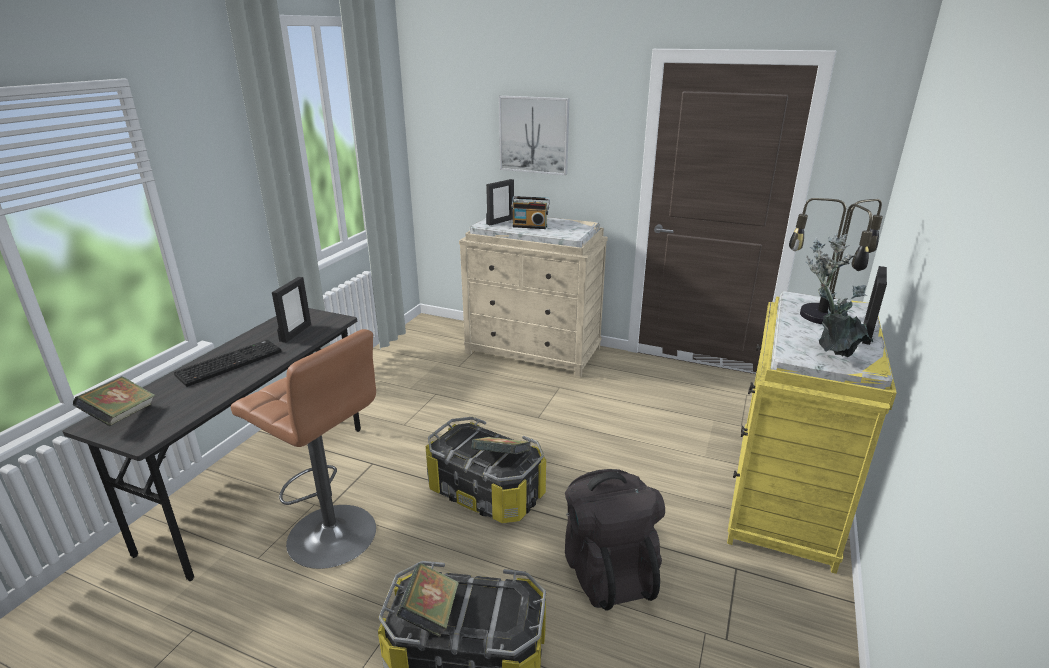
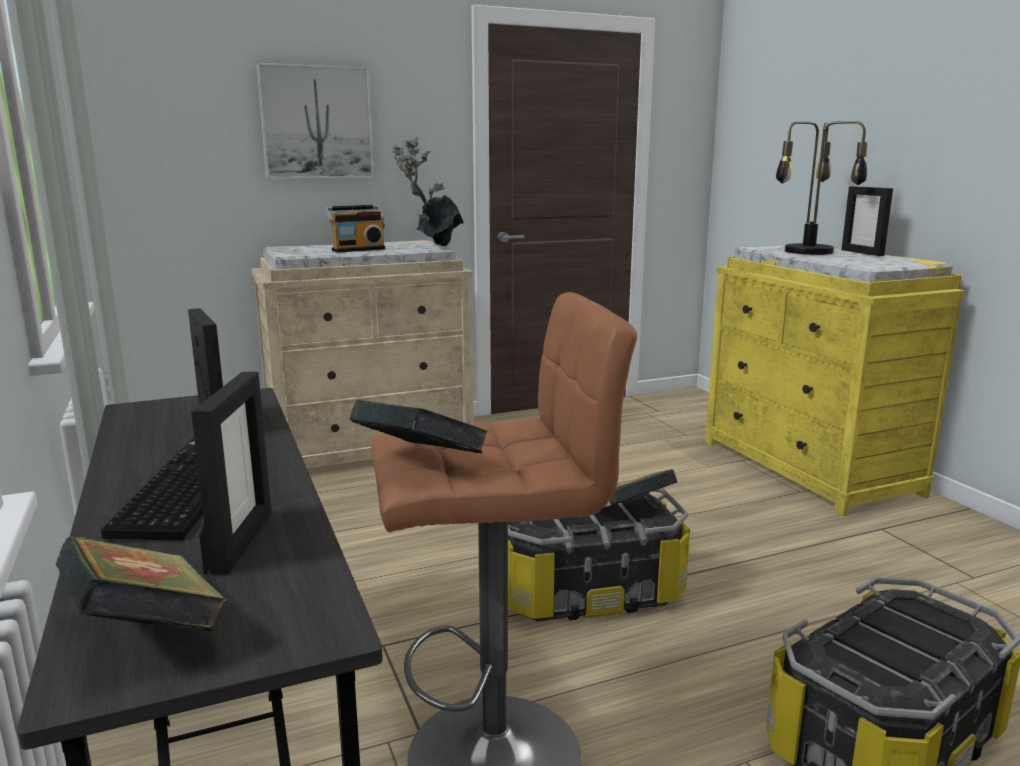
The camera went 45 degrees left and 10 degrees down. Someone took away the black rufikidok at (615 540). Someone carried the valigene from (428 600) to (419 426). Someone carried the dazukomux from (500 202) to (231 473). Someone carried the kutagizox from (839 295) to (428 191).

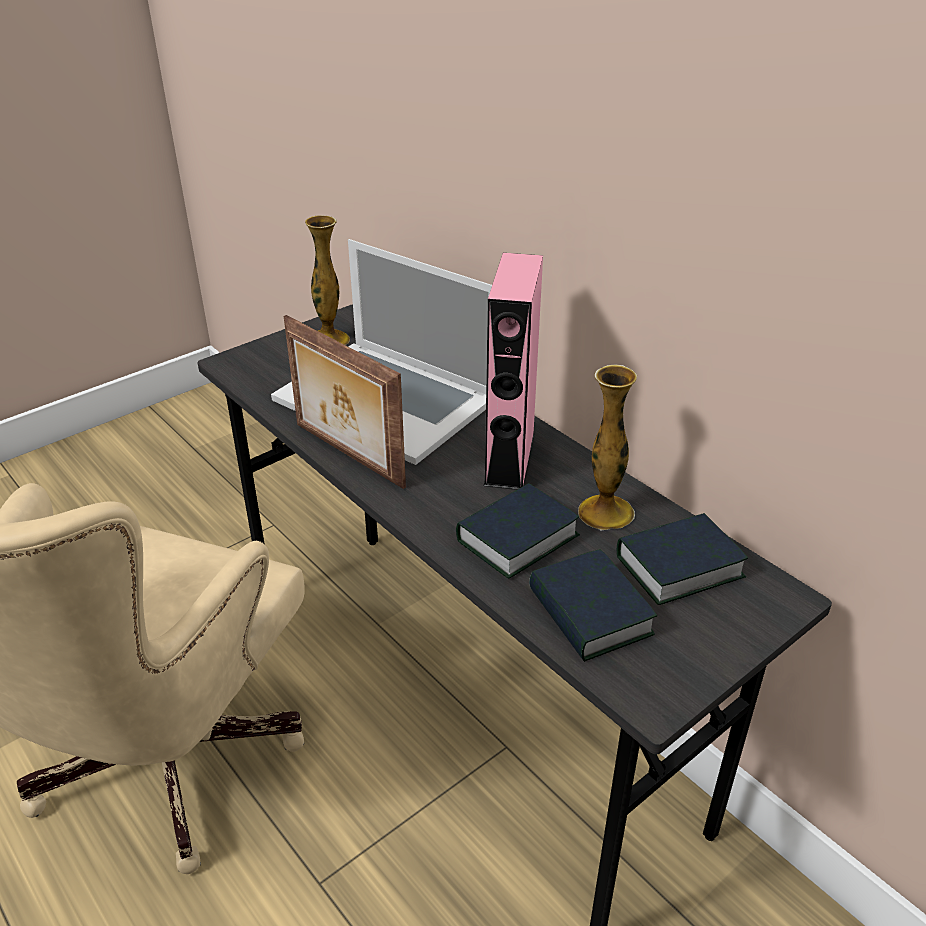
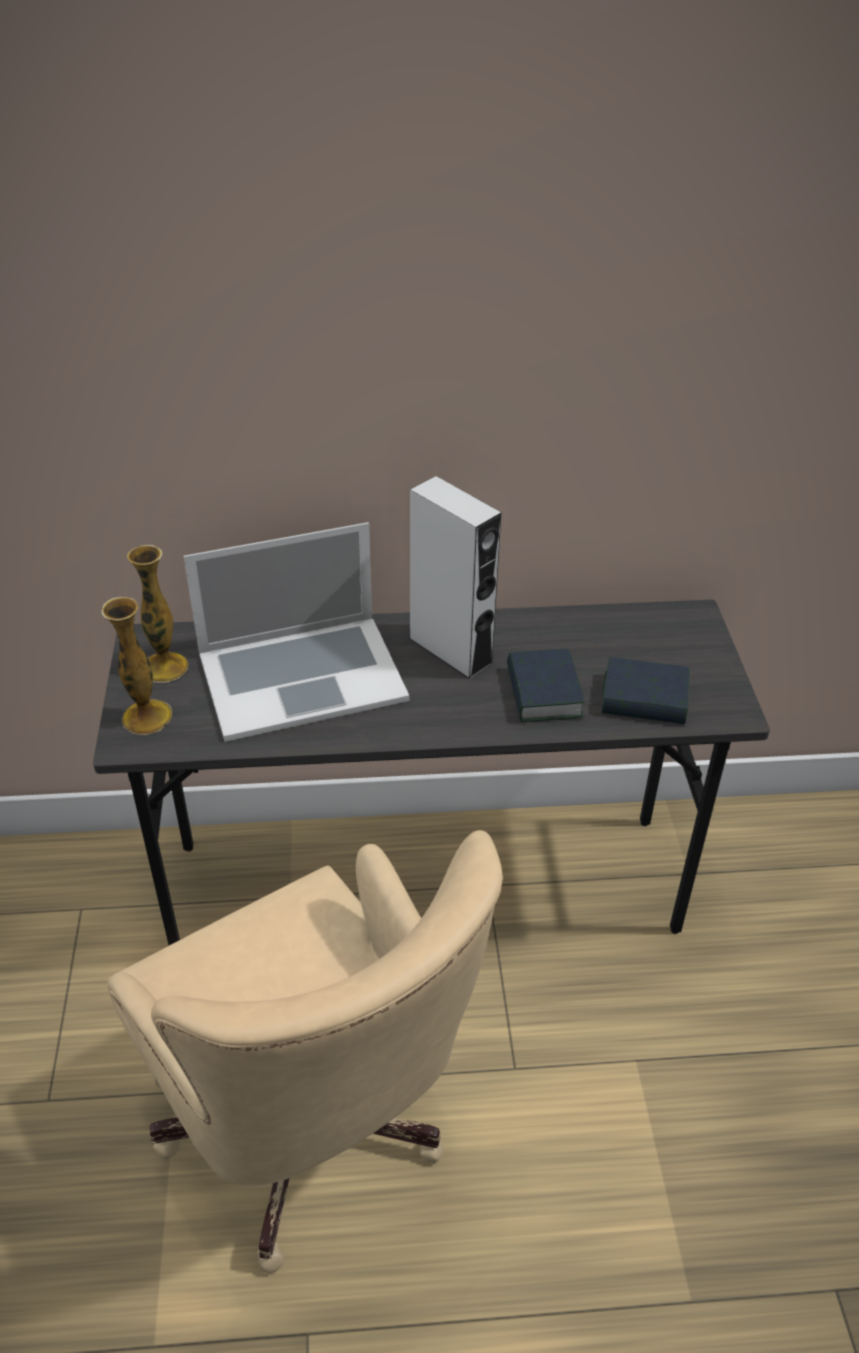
The camera went 55 degrees left and 5 degrees up. Someone took away the dazukomux at (345 402). Someone took away the valigene at (682 559). Someone carried the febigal from (607 447) to (136 666). Someone repainted the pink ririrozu at (513 371), which became the grey ririrozu at (454 578).

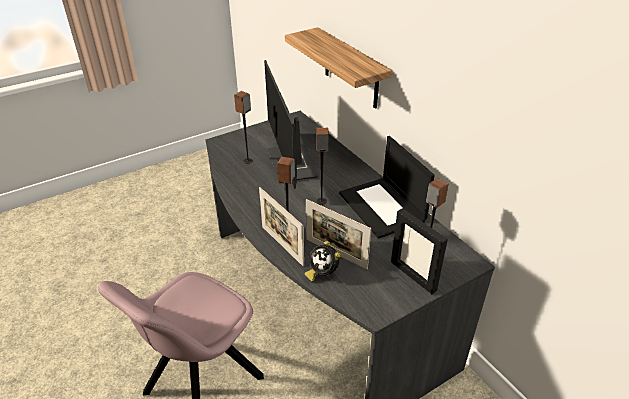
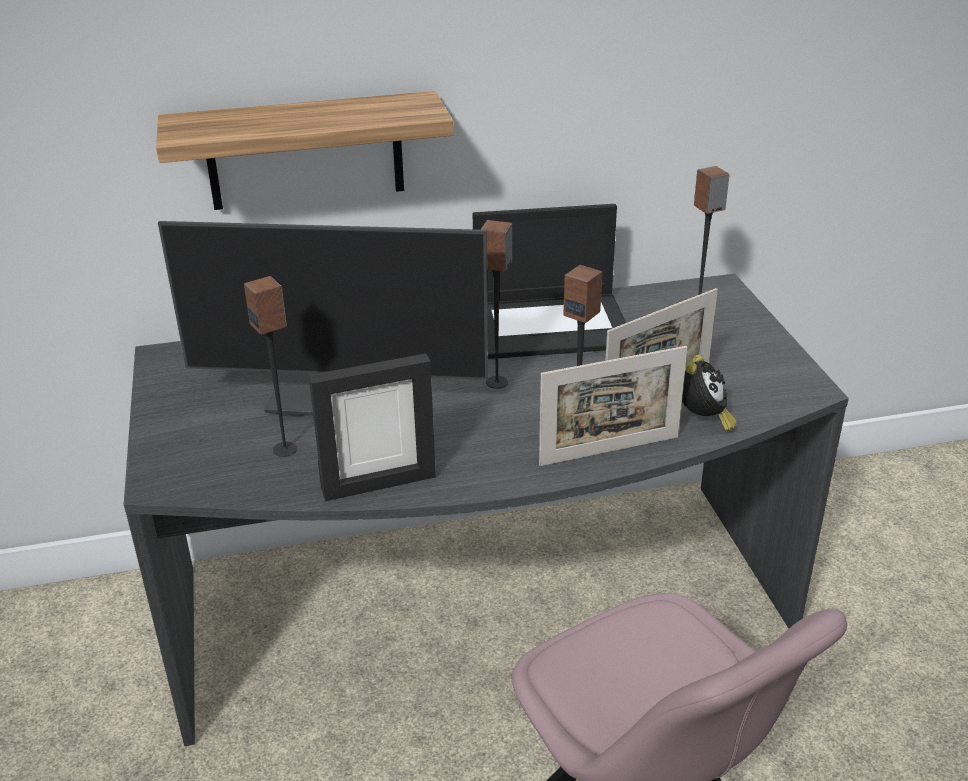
The camera went 70 degrees left and 5 degrees down. Someone carried the dazukomux from (419 251) to (372 427). Someone rotated the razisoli at (323 261) by 45 degrees counterclockwise.

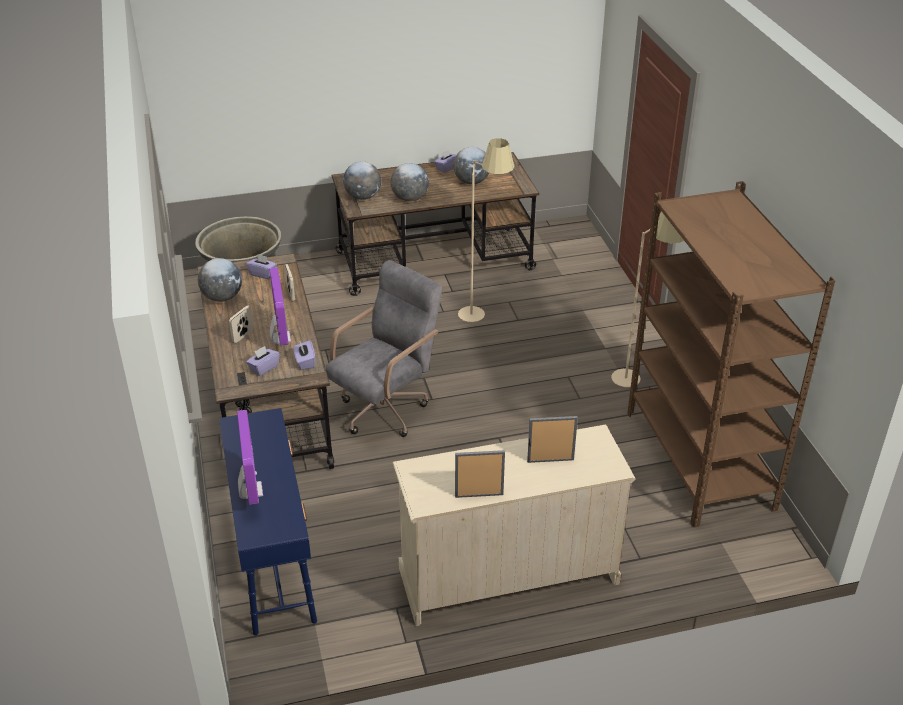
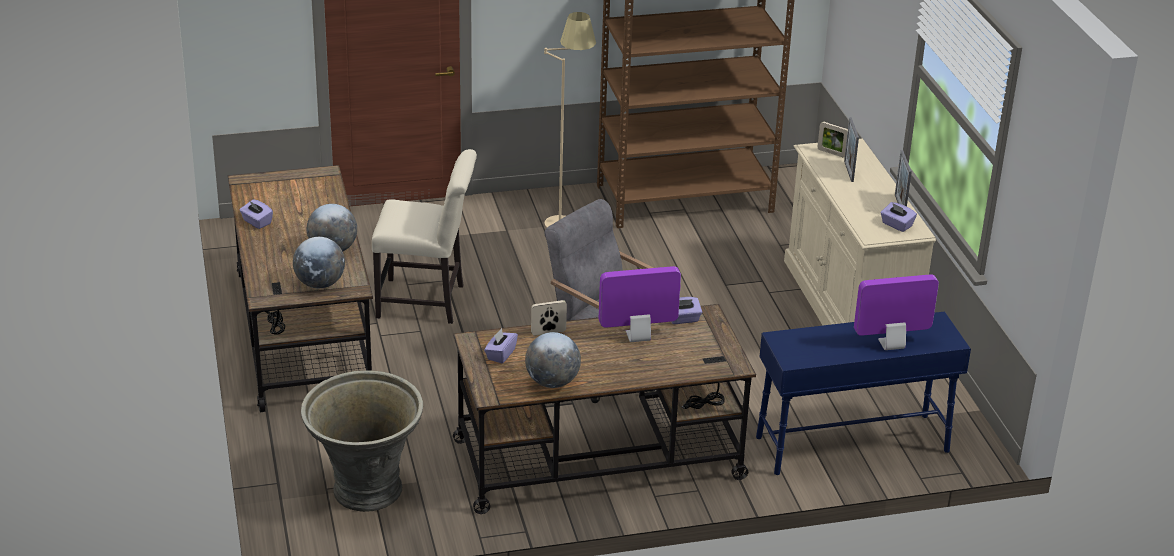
The camera went 90 degrees left and 5 degrees down. Someone took away the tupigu at (471 166). Someone carried the dazukomux from (241 324) to (833 139). Someone carried the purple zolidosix from (263 361) to (899 217). Someone swapped the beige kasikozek at (486 230) for the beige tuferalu at (424 236).

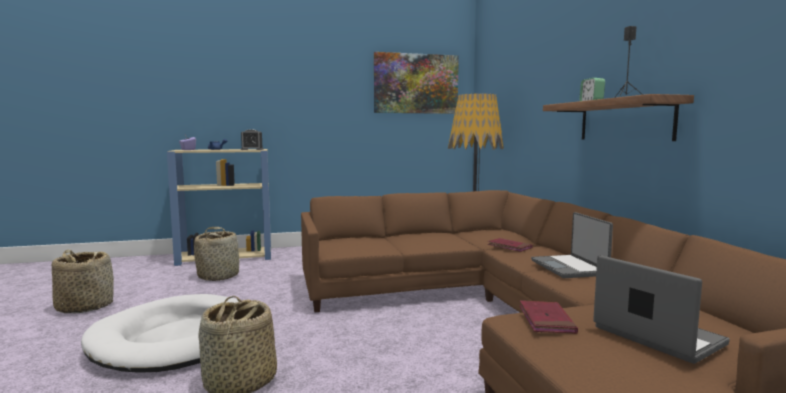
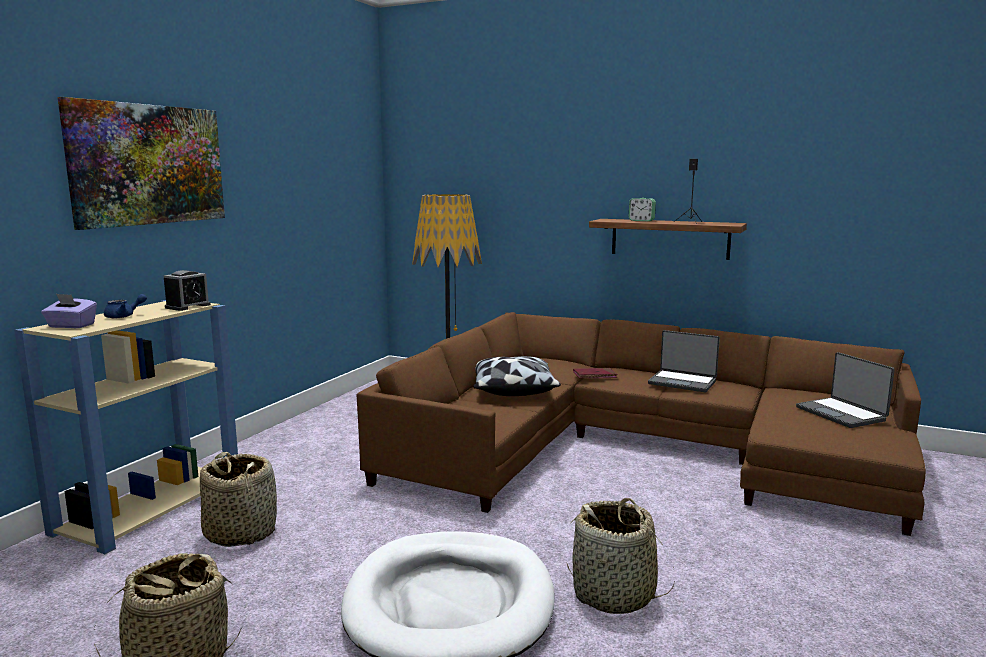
The camera went 50 degrees left and 5 degrees up. Someone took away the red valigene at (548 317). Someone put down the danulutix at (517 376). Someone carried the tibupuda from (416 83) to (141 163). Someone rotated the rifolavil at (661 309) by 120 degrees counterclockwise.

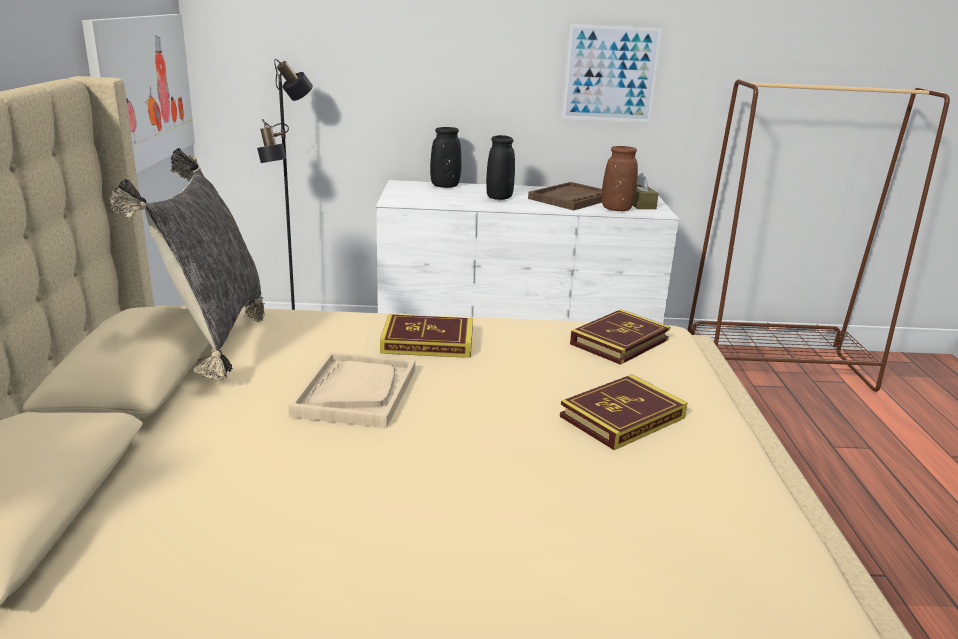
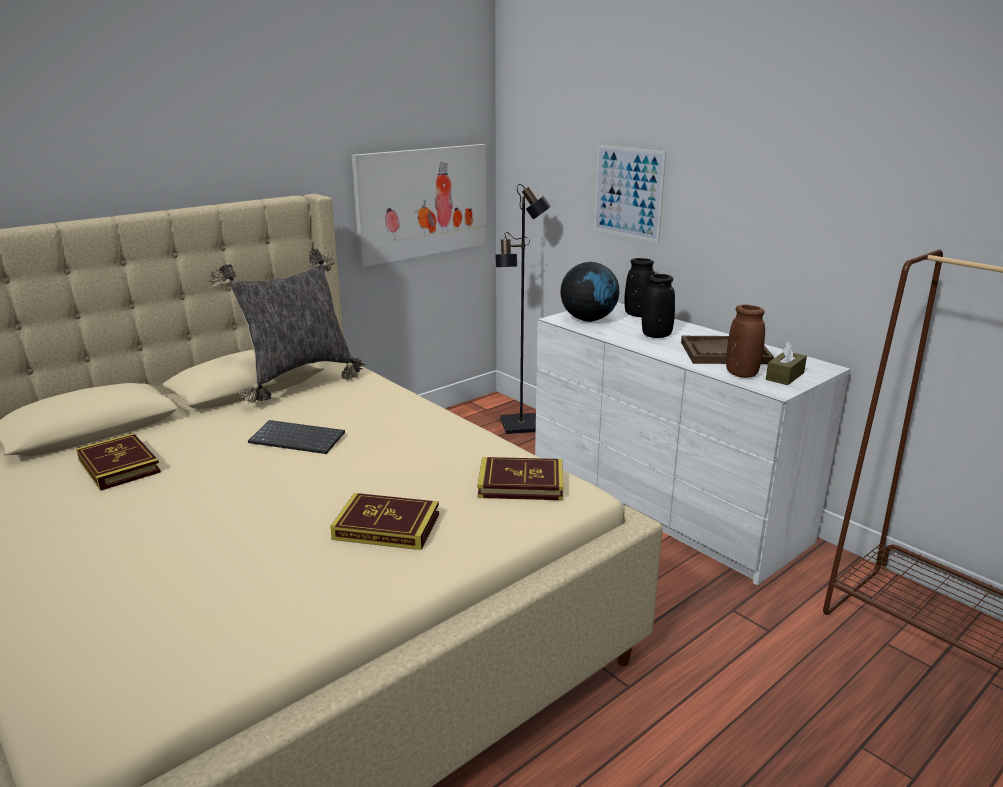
The camera went 50 degrees right and 0 degrees up. Someone put down the tupigu at (589 292). Someone carried the valigene from (426 336) to (118 462). Someone carried the tibupuda from (612 73) to (630 194). Someone swapped the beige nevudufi at (351 390) for the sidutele at (296 437).

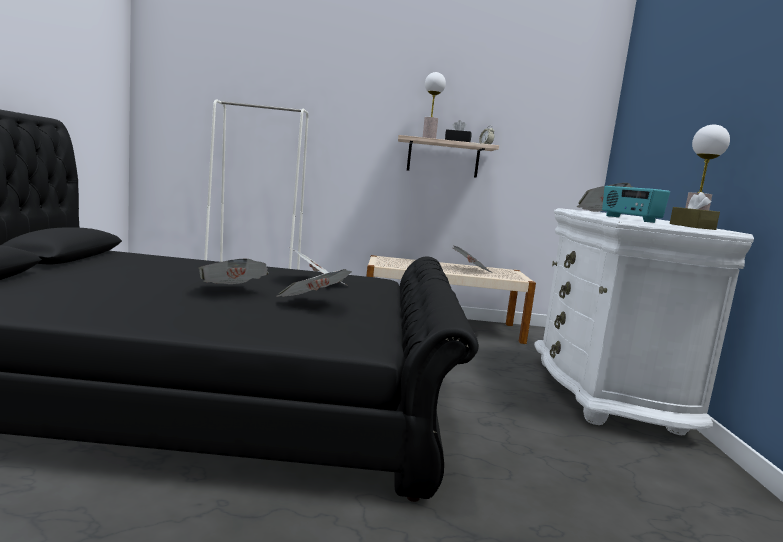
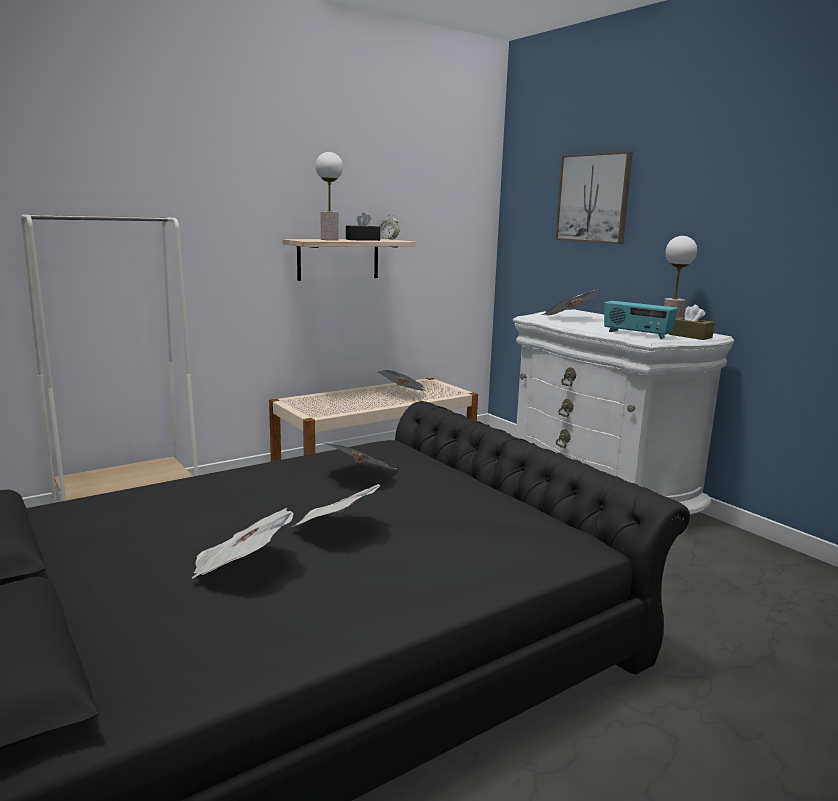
The camera went 35 degrees left and 5 degrees up. Someone put up the tibupuda at (594 197). Someone carried the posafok from (314 283) to (243 543).

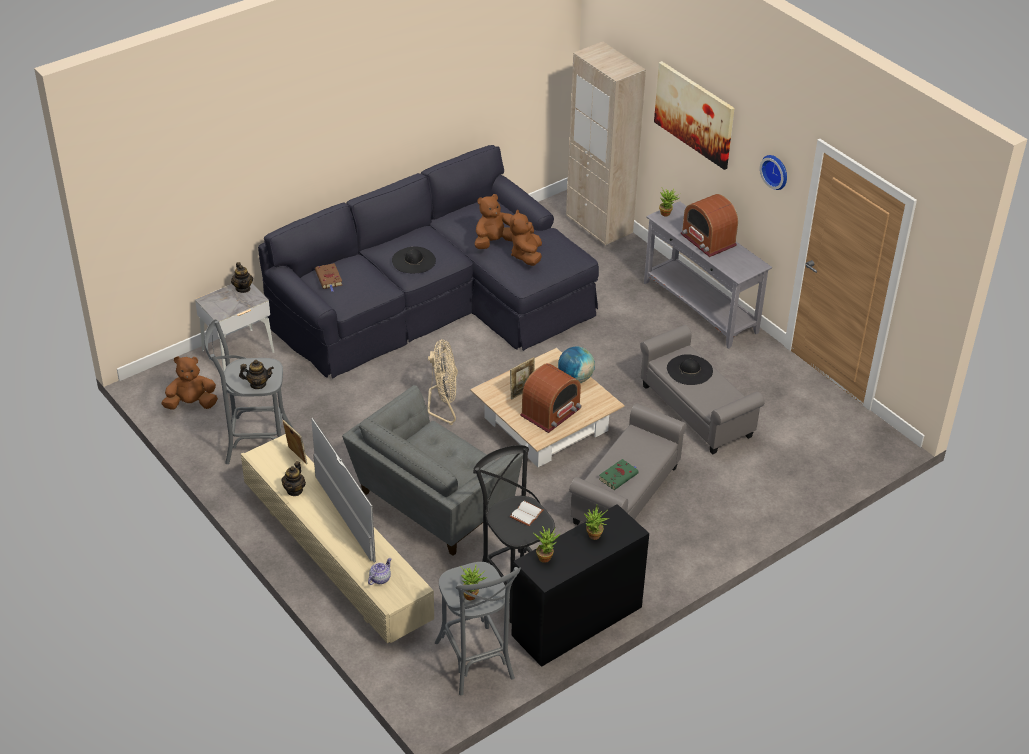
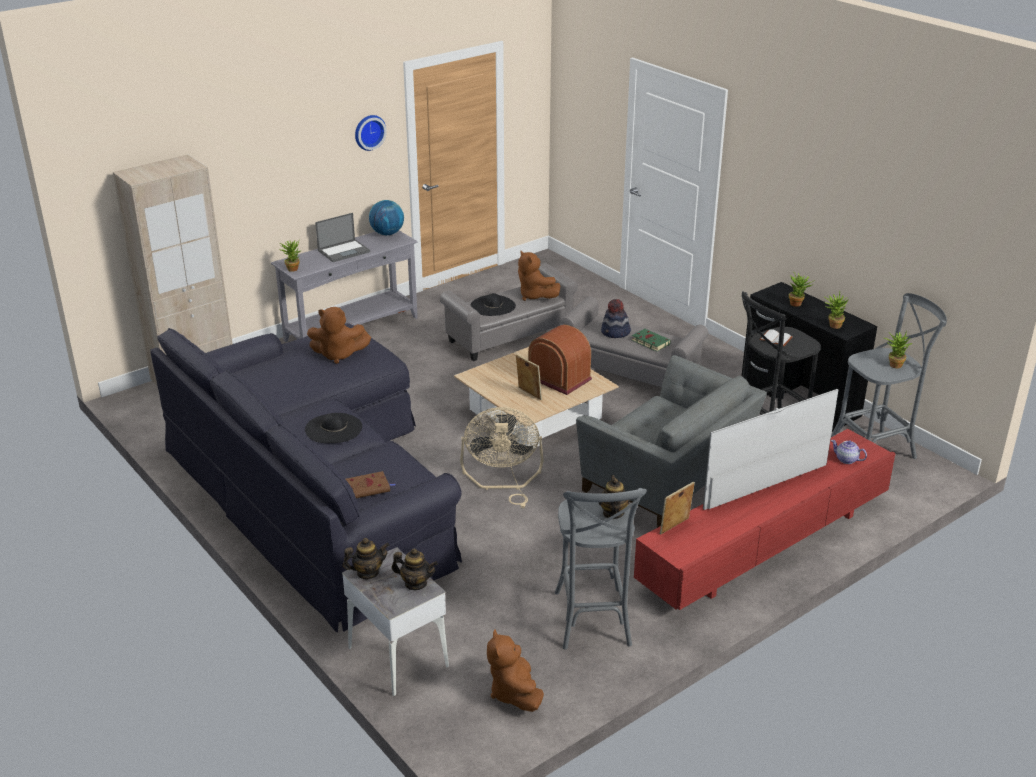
The camera went 90 degrees left and 10 degrees down. Someone took away the tibupuda at (694 115). Someone put down the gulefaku at (616 318). Someone carried the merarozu from (294 478) to (415 569). Someone carried the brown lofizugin from (494 221) to (539 276). Someone carried the tupigu from (576 364) to (386 217). Someone swapped the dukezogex at (709 225) for the rifolavil at (342 237). Someone repainted the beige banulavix at (337 538), which became the red banulavix at (765 519).

